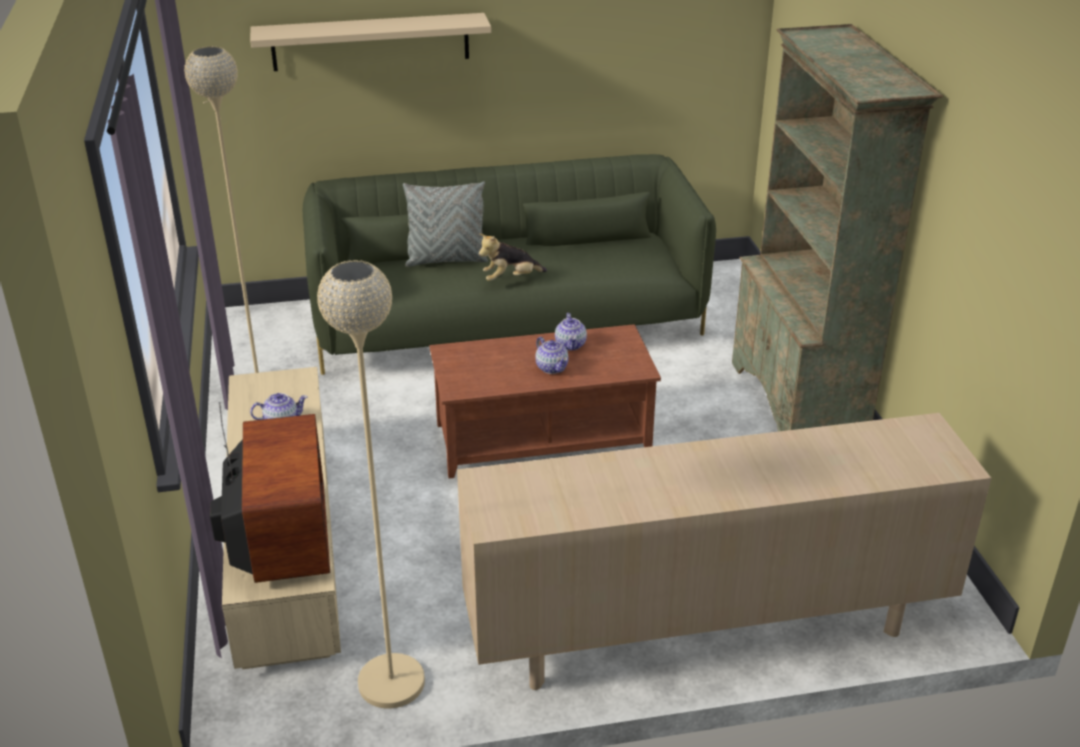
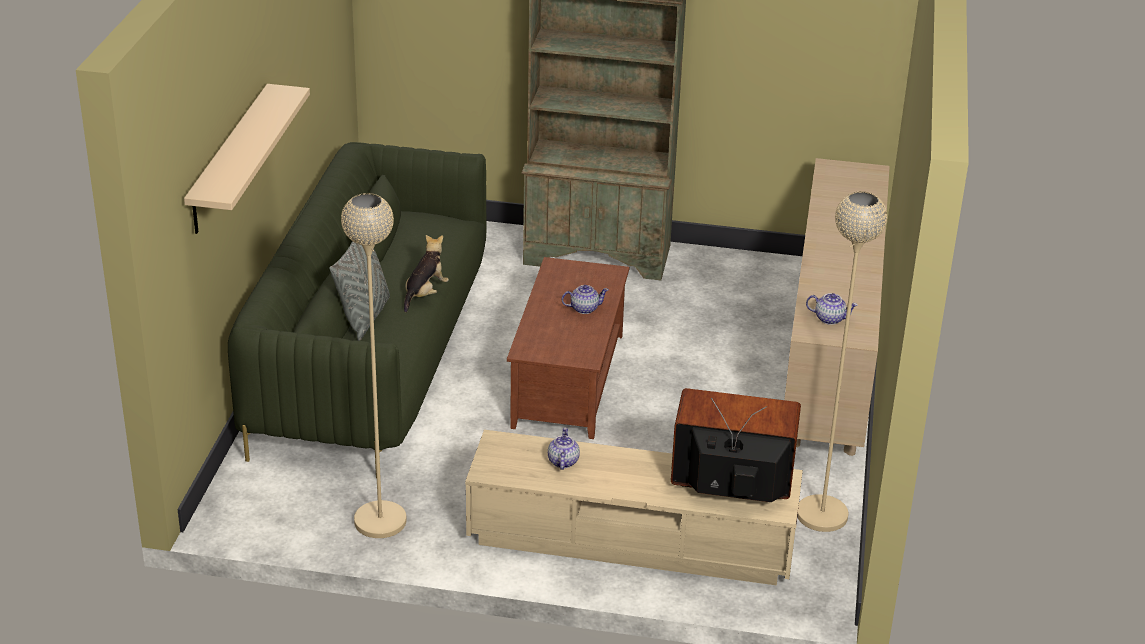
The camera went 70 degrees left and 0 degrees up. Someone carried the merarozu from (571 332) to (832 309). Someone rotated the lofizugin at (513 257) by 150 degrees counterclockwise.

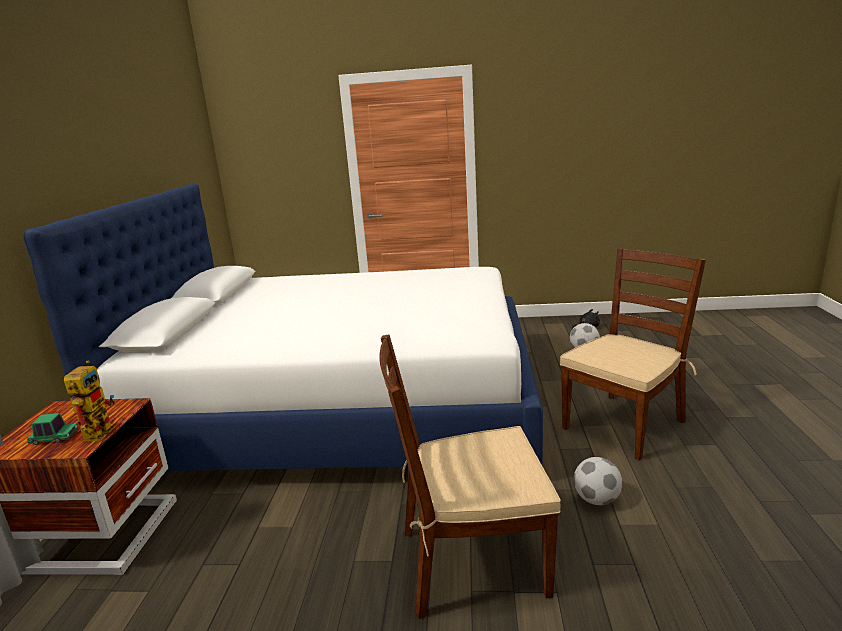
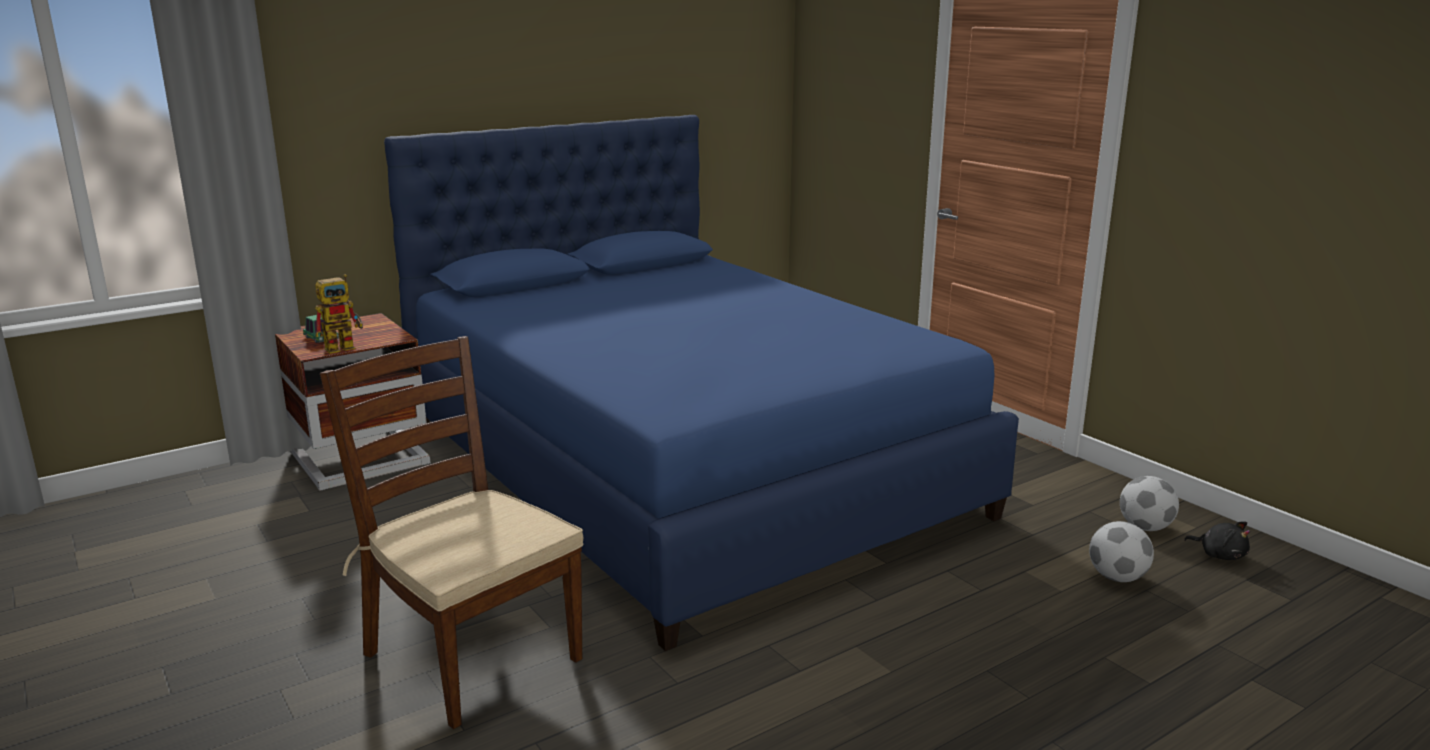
The camera went 50 degrees right and 0 degrees up. Someone took away the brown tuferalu at (633 354). Someone carried the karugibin from (598 481) to (1149 503). Someone repainted the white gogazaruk at (283 327), which became the blue gogazaruk at (701 383).

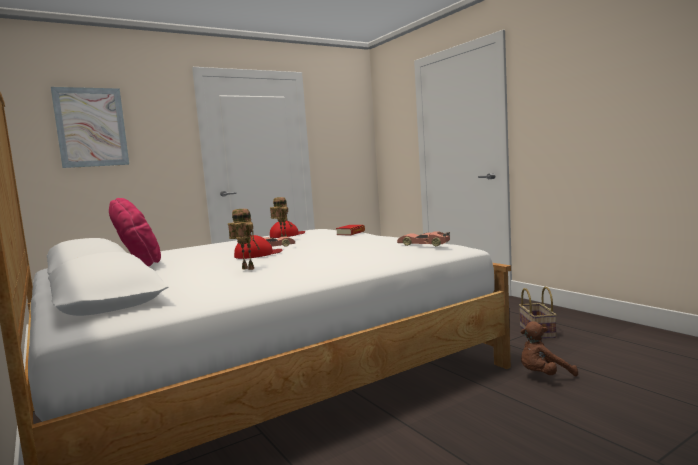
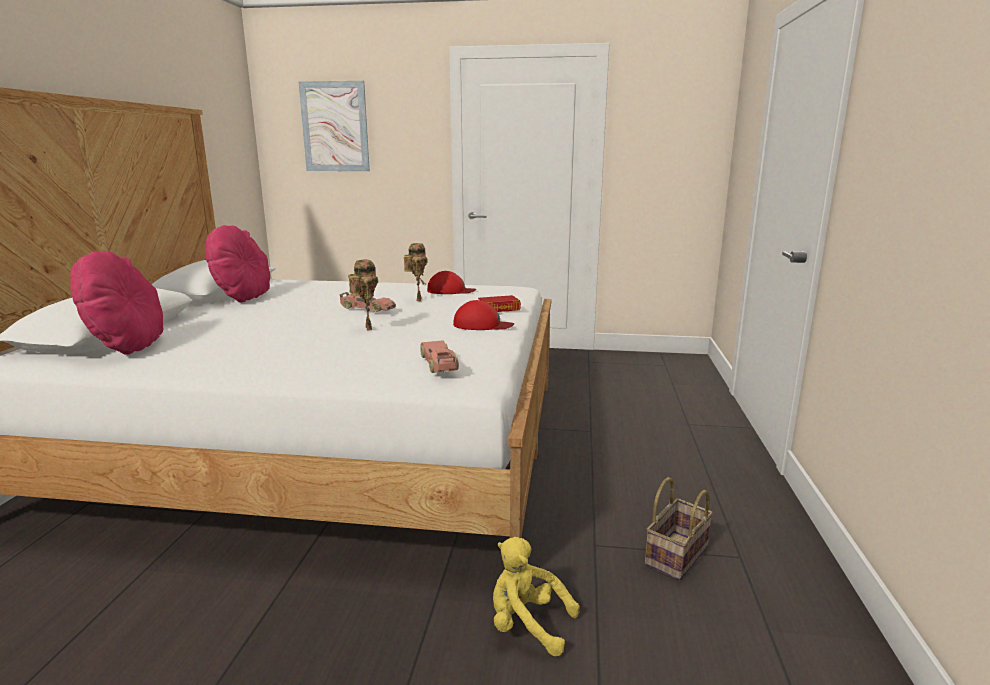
The camera went 40 degrees right and 10 degrees up. Someone put down the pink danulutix at (116 303). Someone carried the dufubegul from (244 239) to (363 295). Someone carried the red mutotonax from (258 247) to (483 315). Someone repainted the brown lofizugin at (549 349), which became the yellow lofizugin at (536 596).

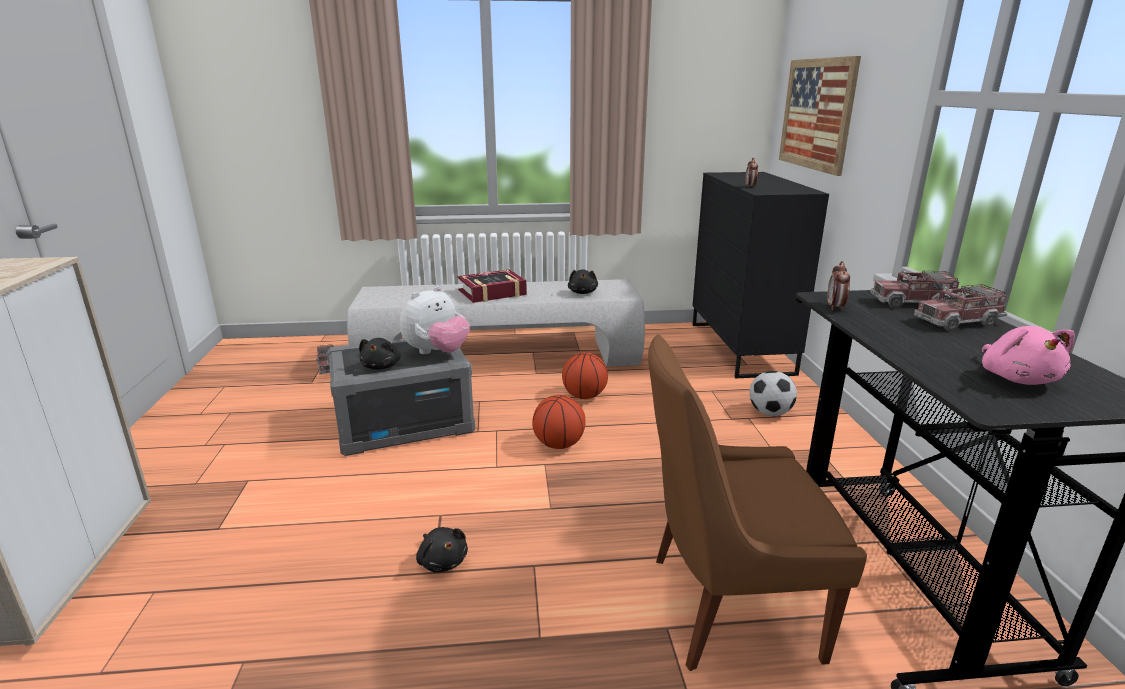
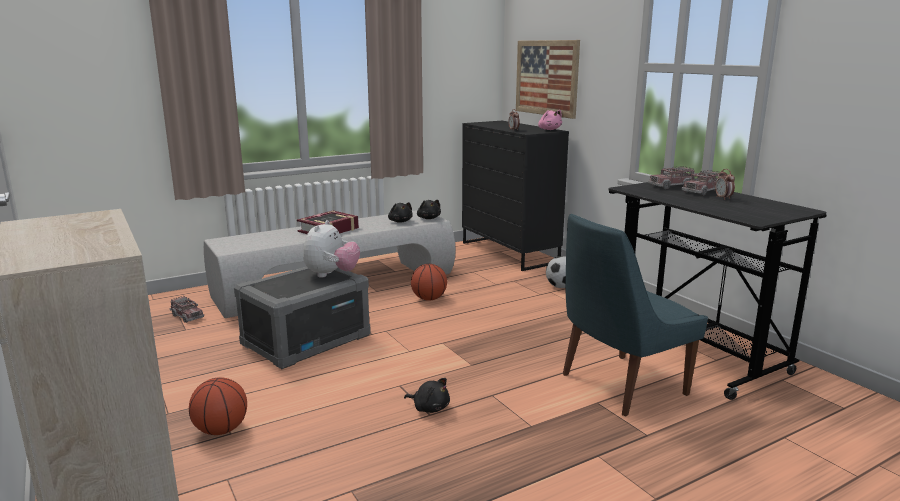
The camera went 25 degrees left and 5 degrees down. Someone carried the black lofizugin from (380 354) to (429 209). Someone carried the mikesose from (559 422) to (218 406). Someone carried the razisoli from (838 285) to (725 184). Someone carried the pink lofizugin from (1028 355) to (550 120). Someone repainted the brown tuferalu at (757 502), which became the blue tuferalu at (635 315).

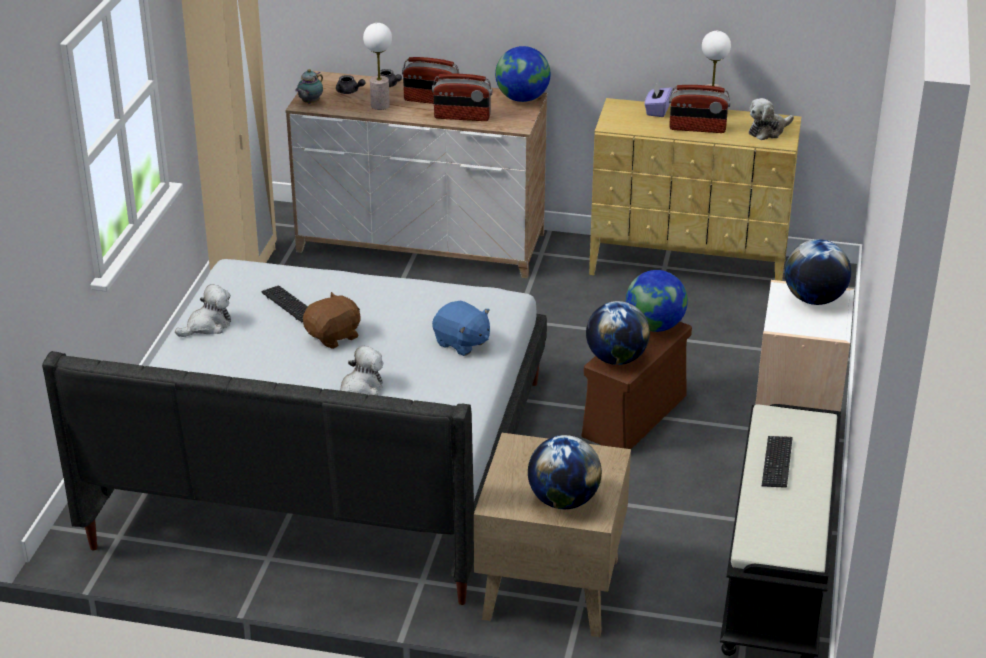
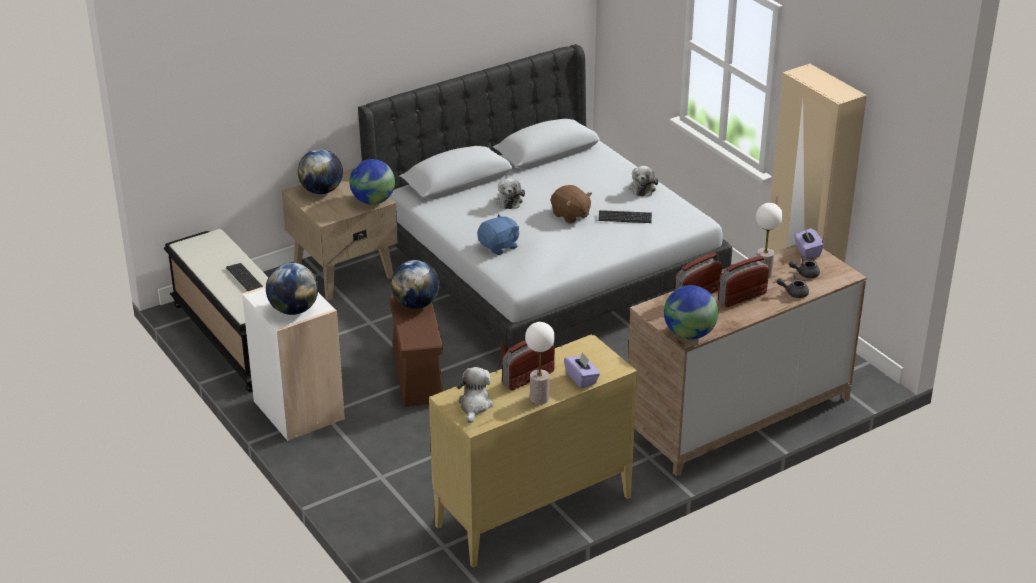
The camera went 135 degrees right and 0 degrees up. Someone carried the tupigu from (657 301) to (372 182). Someone swapped the merarozu at (309 86) for the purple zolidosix at (809 243). Someone rotated the brown lofizugin at (332 320) by 45 degrees counterclockwise. Someone rotated the blue lofizugin at (461 328) by 150 degrees clockwise.

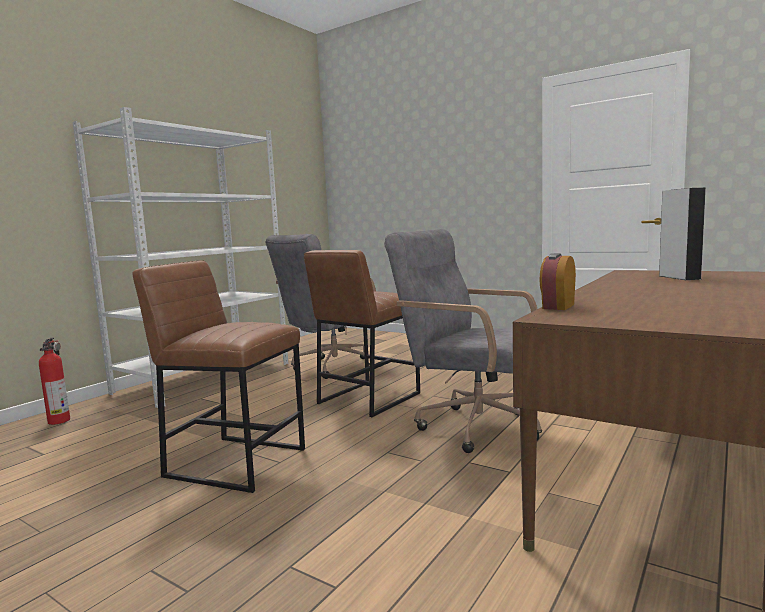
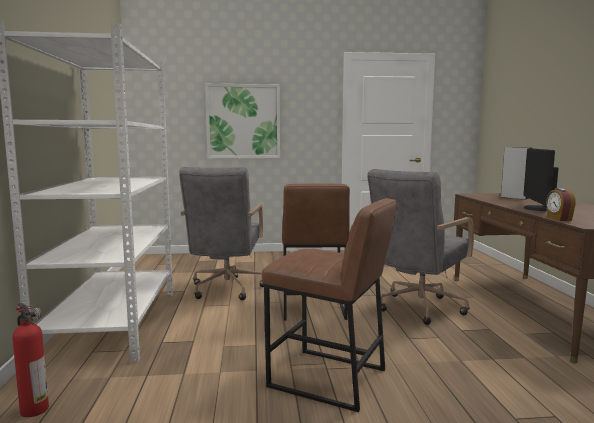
The camera went 40 degrees left and 0 degrees up. Someone put up the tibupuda at (242 121). Someone put down the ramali at (540 179). Someone rotated the brown tuferalu at (218 376) by 135 degrees counterclockwise. Someone rotated the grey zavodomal at (463 341) by 45 degrees counterclockwise.

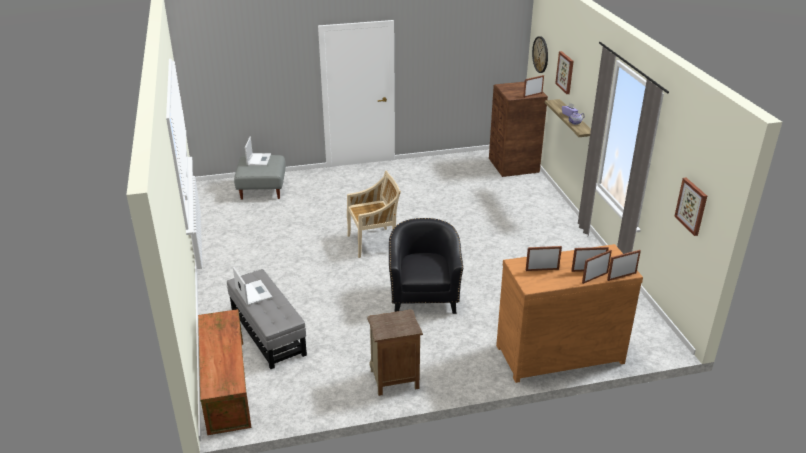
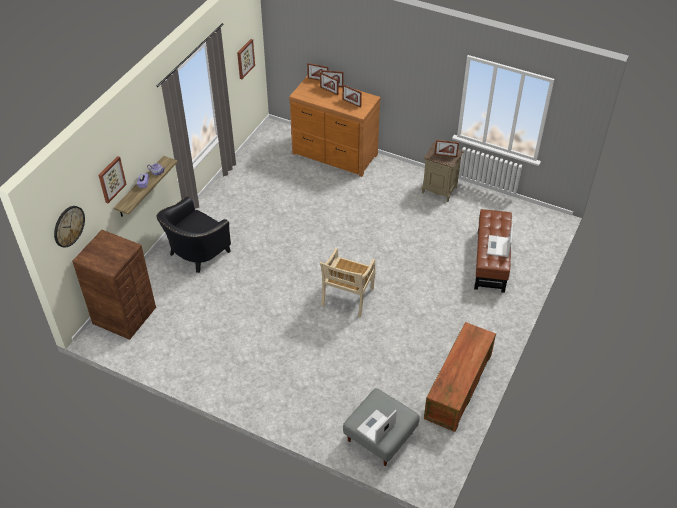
The camera went 140 degrees left and 15 degrees up. Someone carried the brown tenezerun from (224 372) to (460 377). Someone carried the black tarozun from (426 266) to (193 234). Someone carried the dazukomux from (533 86) to (447 148). Someone repainted the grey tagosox at (267 319), which became the brown tagosox at (493 251). Someone rotated the beige tuferalu at (374 214) by 90 degrees counterclockwise.

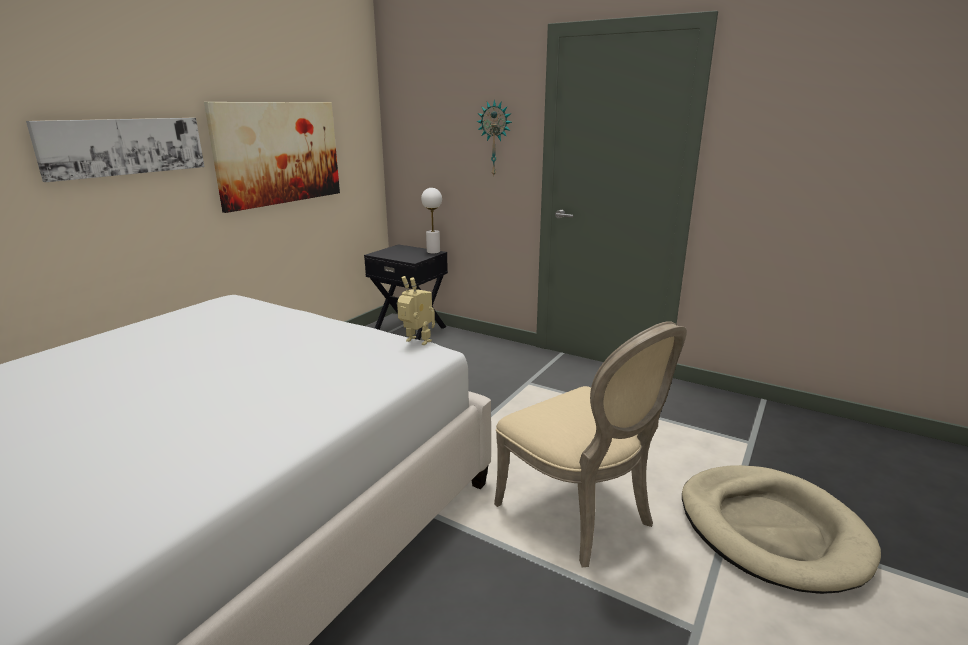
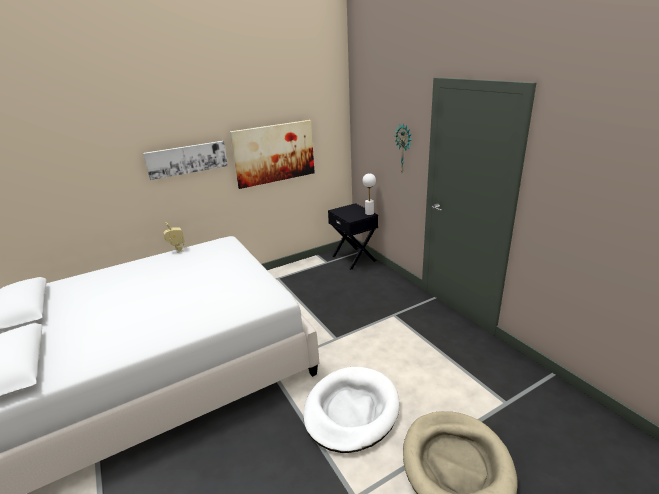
The camera went 30 degrees right and 5 degrees up. Someone carried the dufubegul from (416 310) to (174 237). Someone swapped the beige tuferalu at (590 444) for the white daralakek at (351 410).

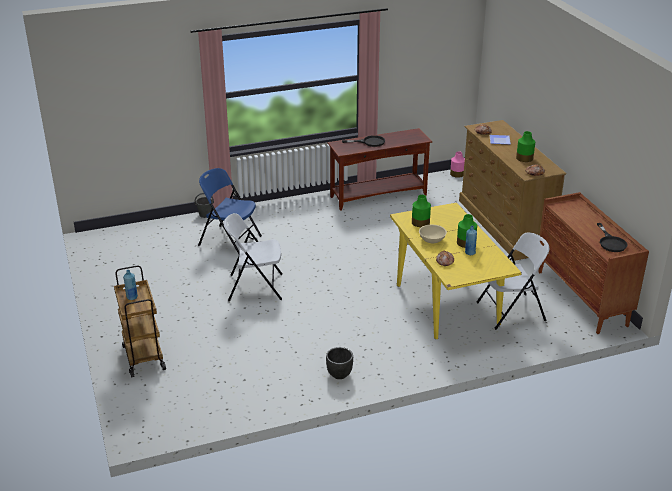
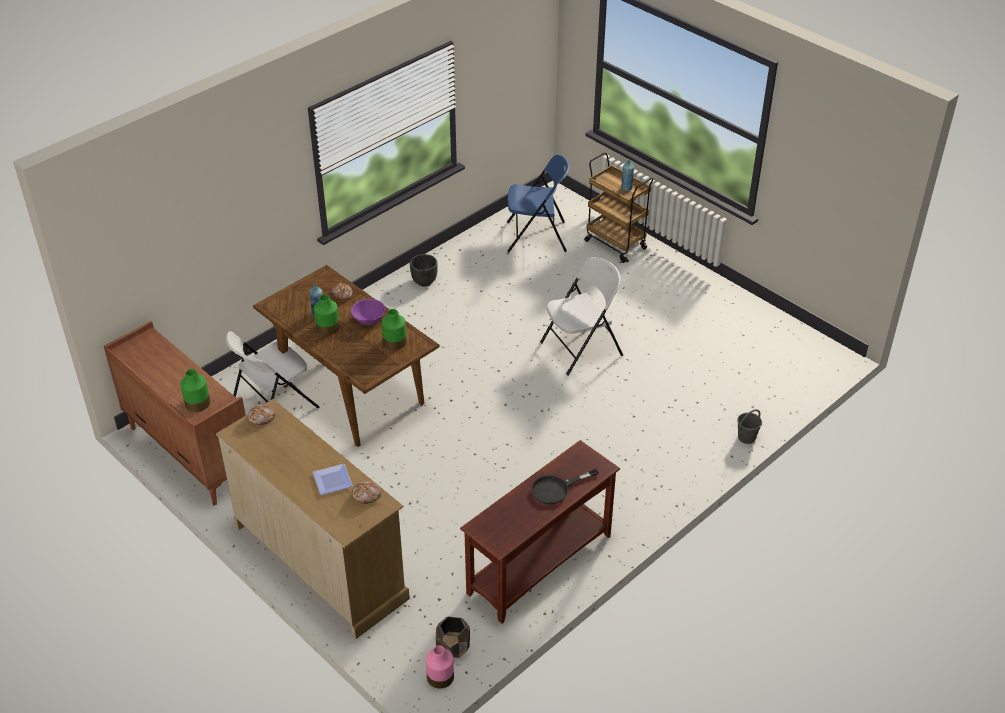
The camera went 155 degrees right and 10 degrees up. Someone took away the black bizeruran at (612 237). Someone put down the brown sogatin at (453 637). Someone carried the blue tuferalu from (230 211) to (538 204). Someone carried the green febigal from (525 146) to (195 390). Someone repainted the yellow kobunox at (456 270), which became the brown kobunox at (346 356). Someone repainted the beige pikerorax at (433 234), which became the purple pikerorax at (368 312).

